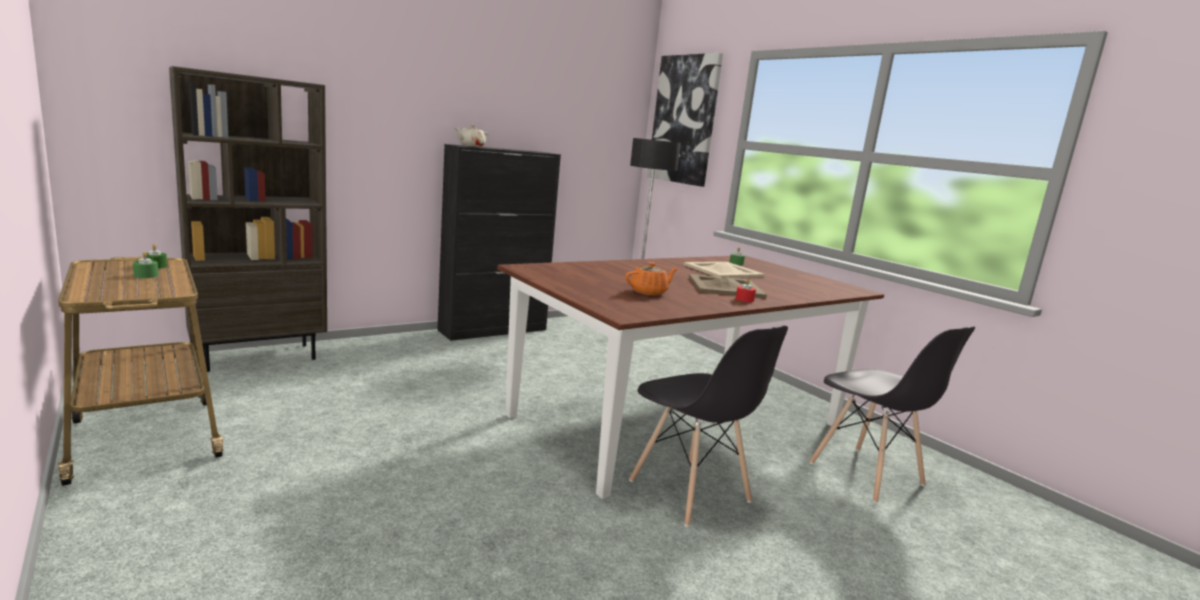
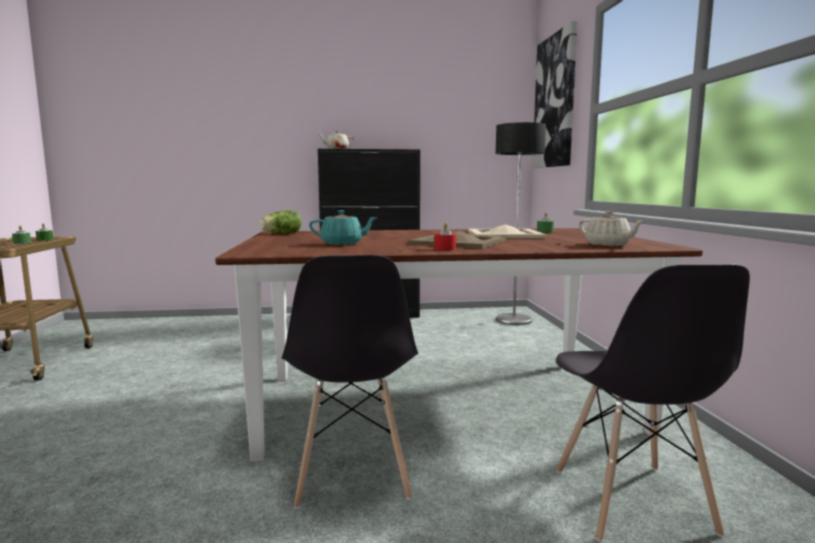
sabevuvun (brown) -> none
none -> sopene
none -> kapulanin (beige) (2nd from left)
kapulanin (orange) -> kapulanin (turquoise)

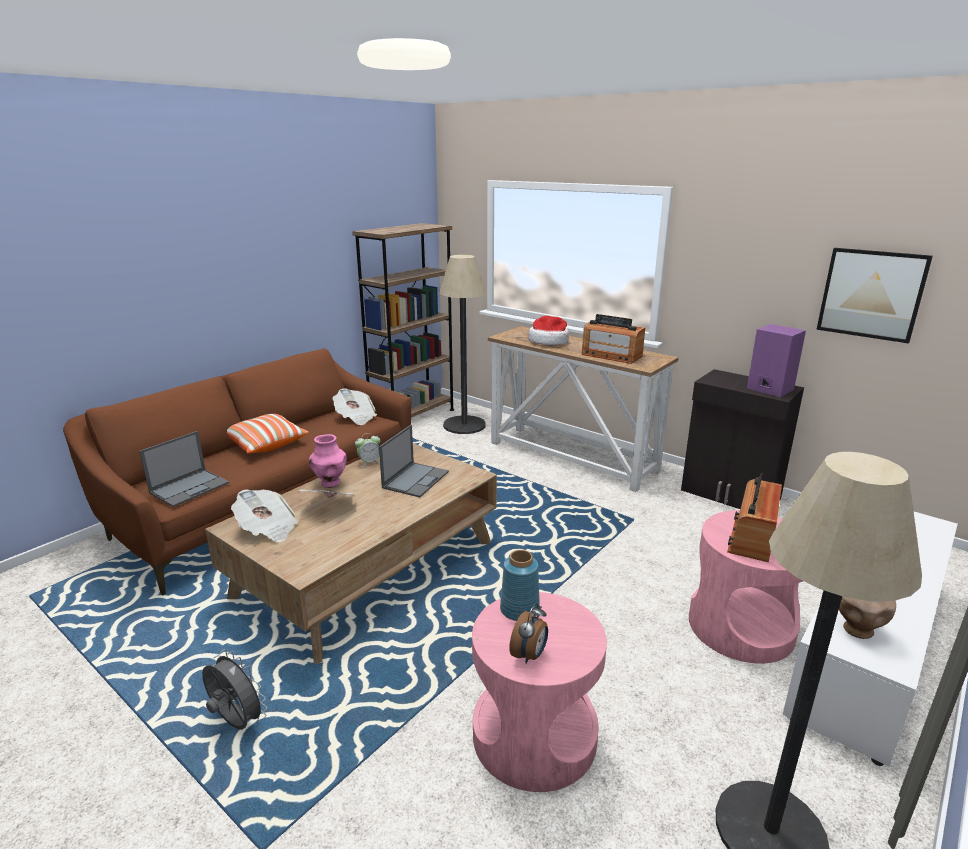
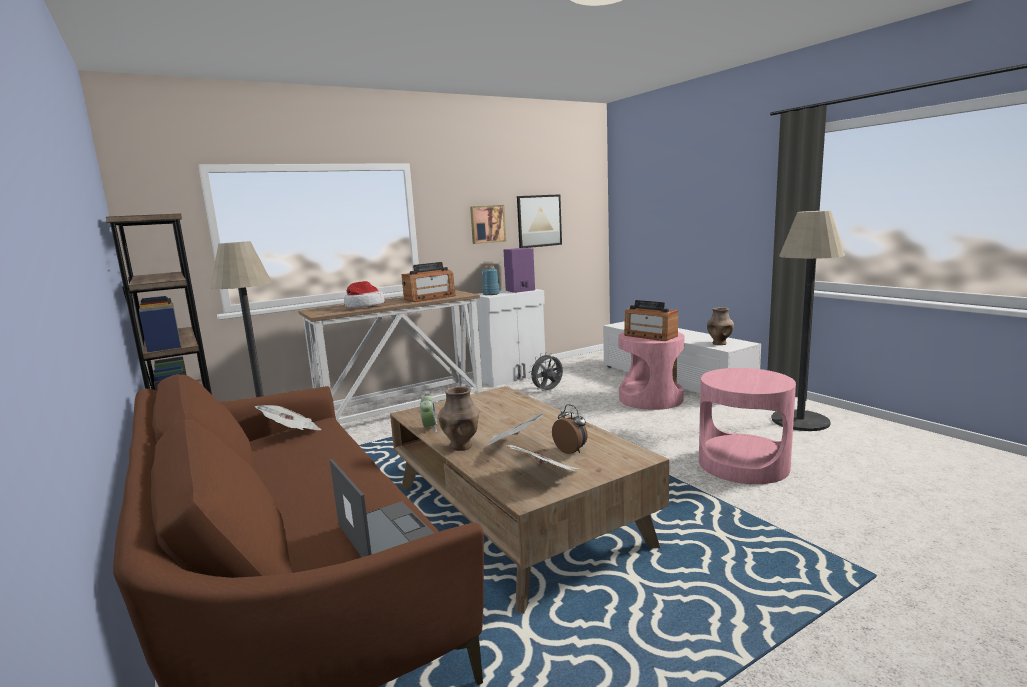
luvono -> none
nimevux (2nd from left) -> none
none -> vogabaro (1st from left)
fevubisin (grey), move
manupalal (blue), move
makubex (2nd from left), move
manupalal (pink) -> manupalal (brown) (1st from left)
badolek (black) -> badolek (white)

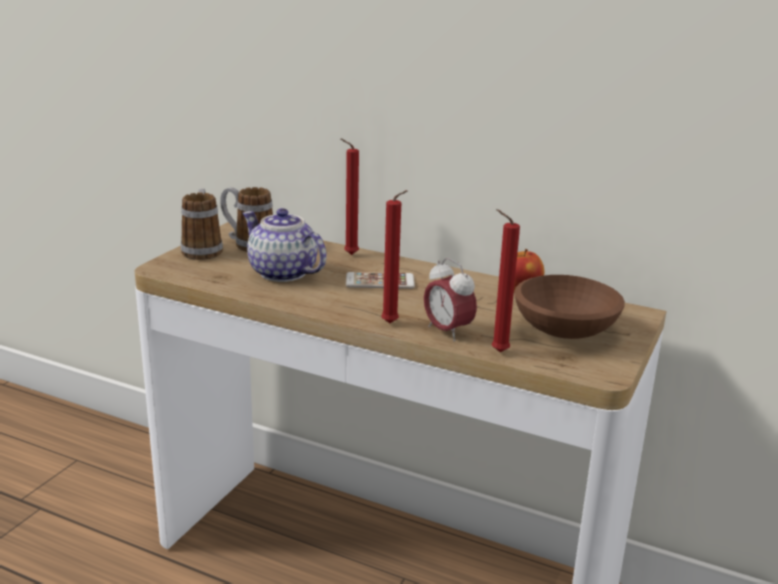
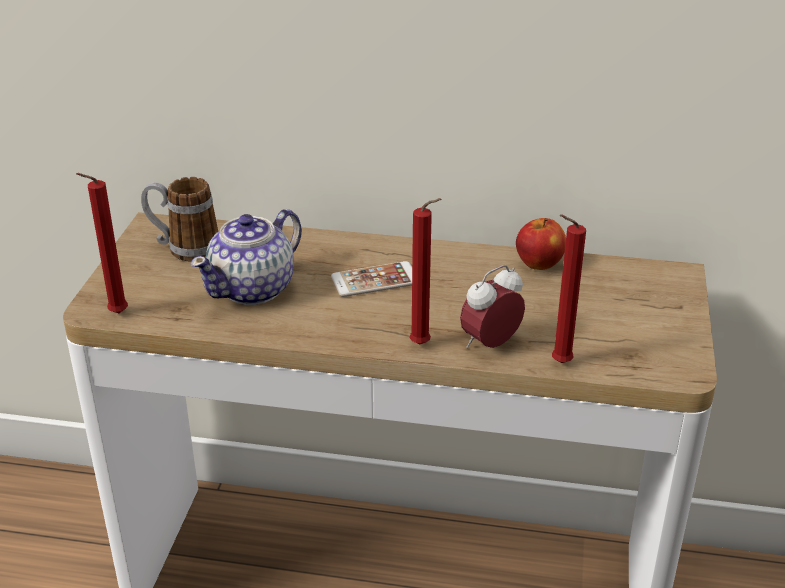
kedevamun (1st from left) -> none
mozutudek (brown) -> none
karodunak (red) (1st from left), move
kapulanin, 75 degrees counterclockwise
makubex, 105 degrees clockwise

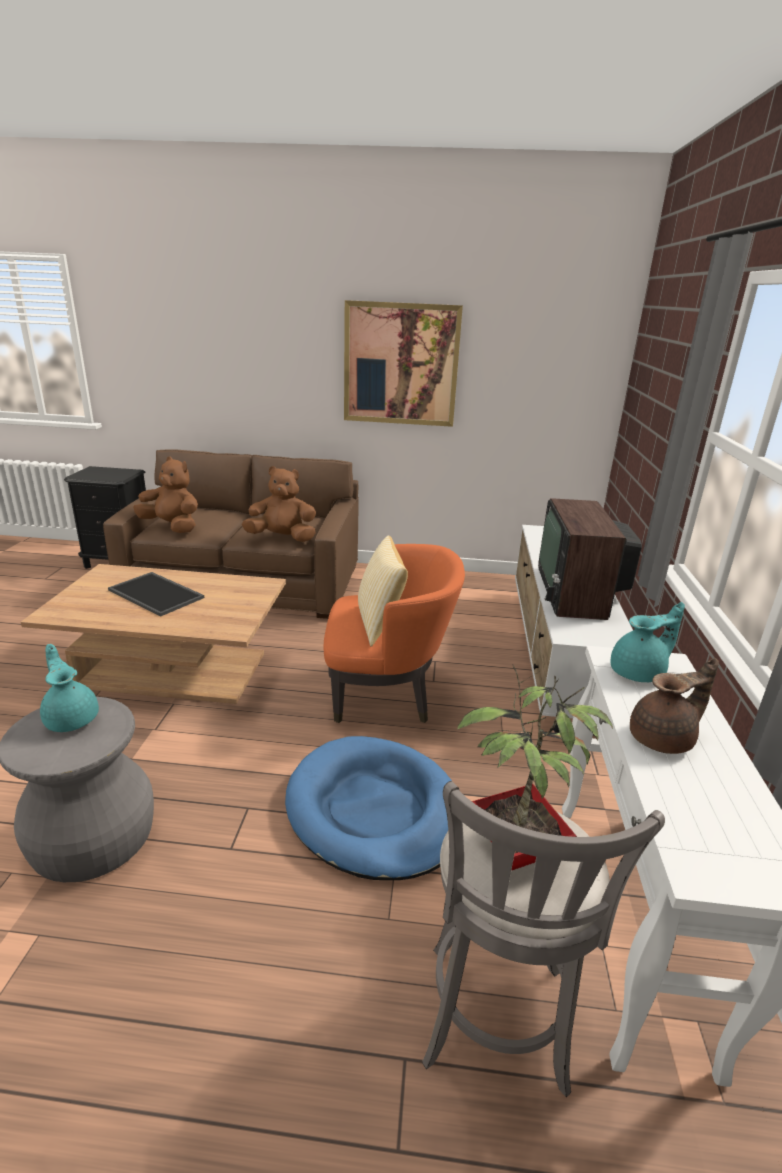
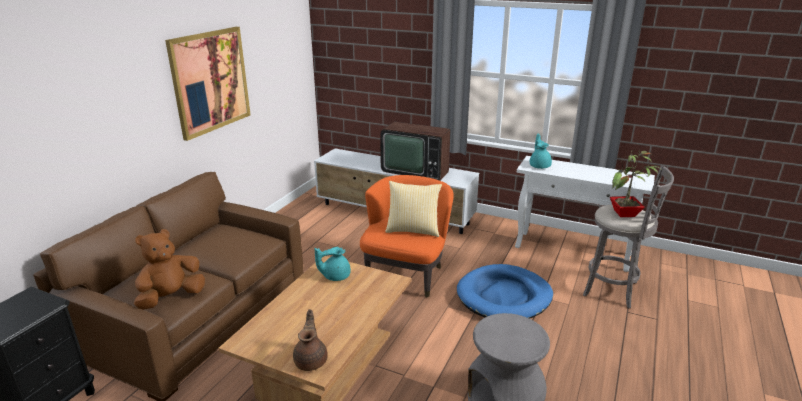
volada -> none
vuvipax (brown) (2nd from left) -> none
kapulanin (turquoise) (1st from left), move
kapulanin (brown), move

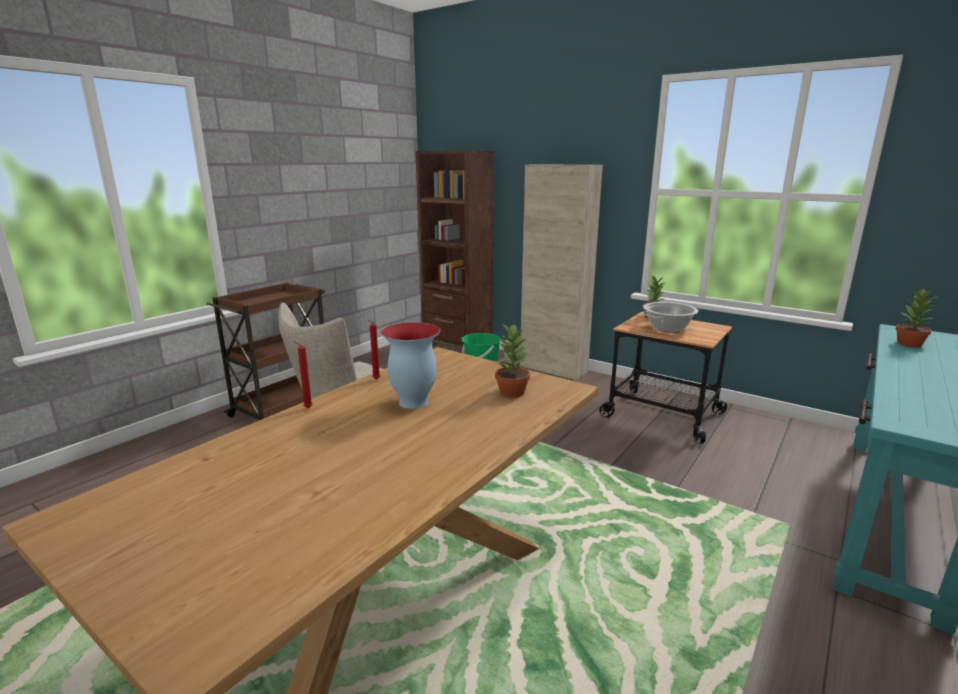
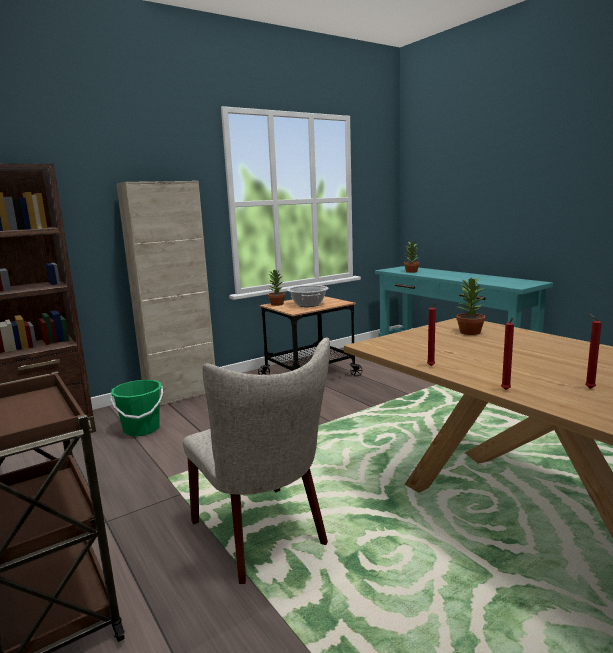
manupalal -> none
none -> karodunak (red) (3rd from left)

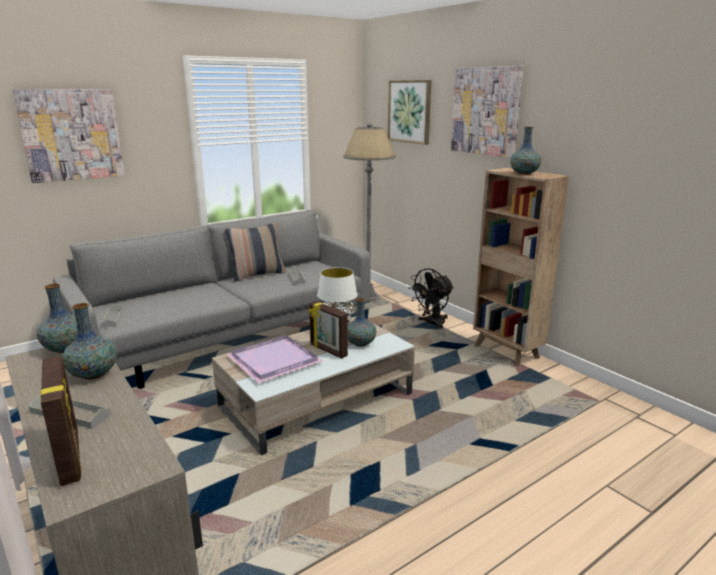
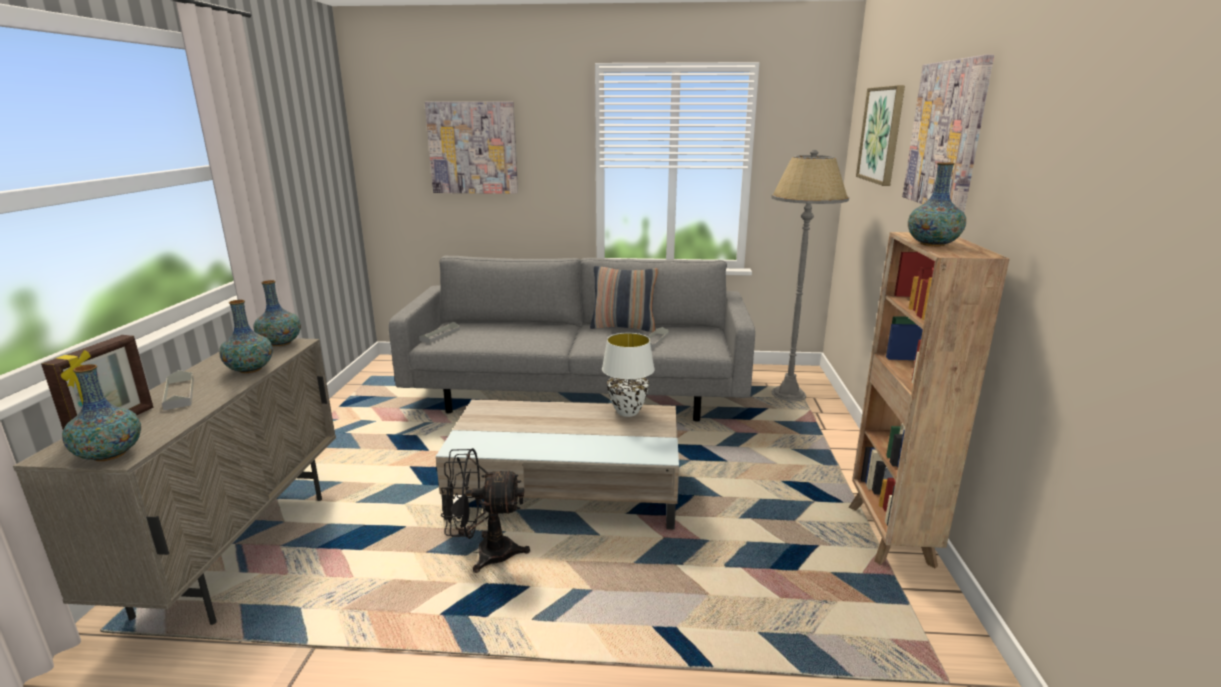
volada (purple) -> none
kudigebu (2nd from left) -> none
manupalal (3rd from left in the first image) -> manupalal (1st from left), move
fevubisin (black), move

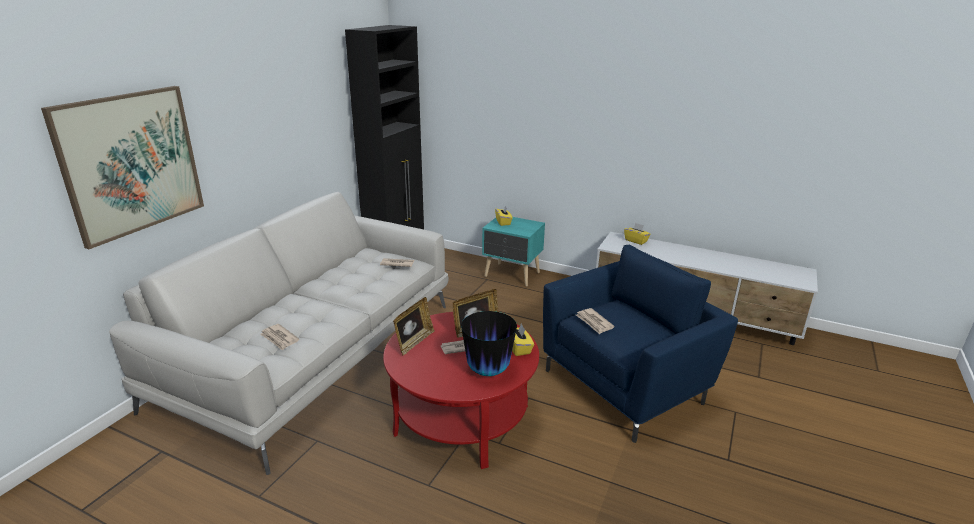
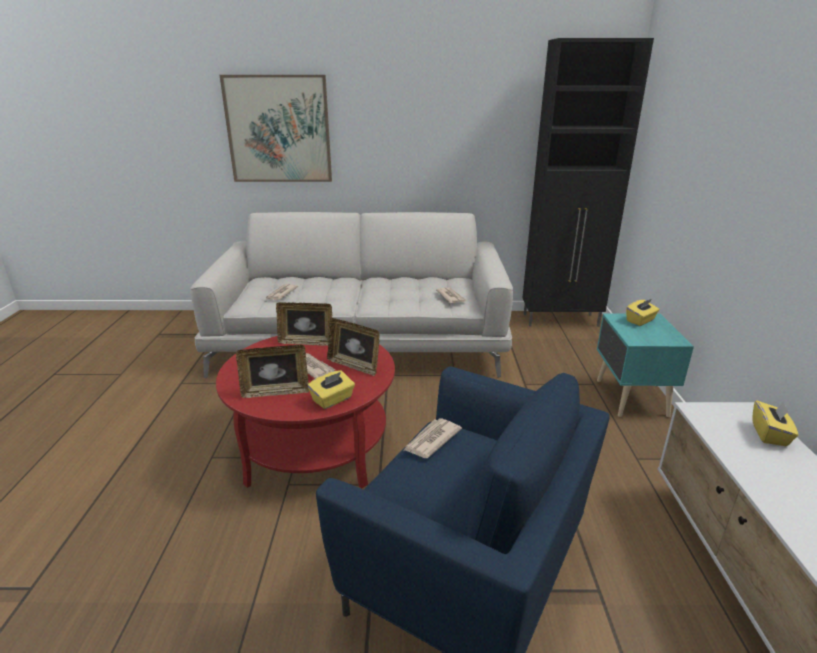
manupalal -> kudigebu (1st from left)

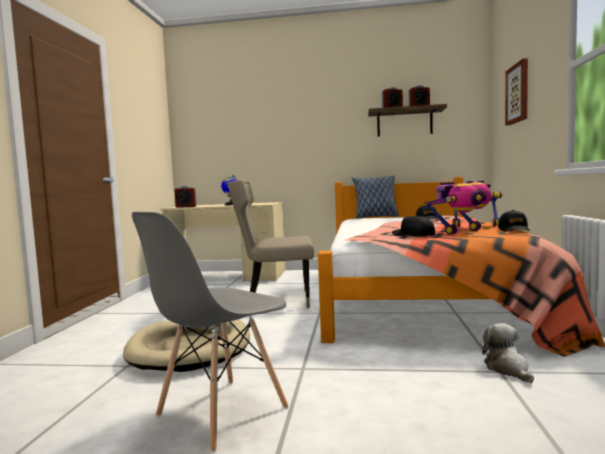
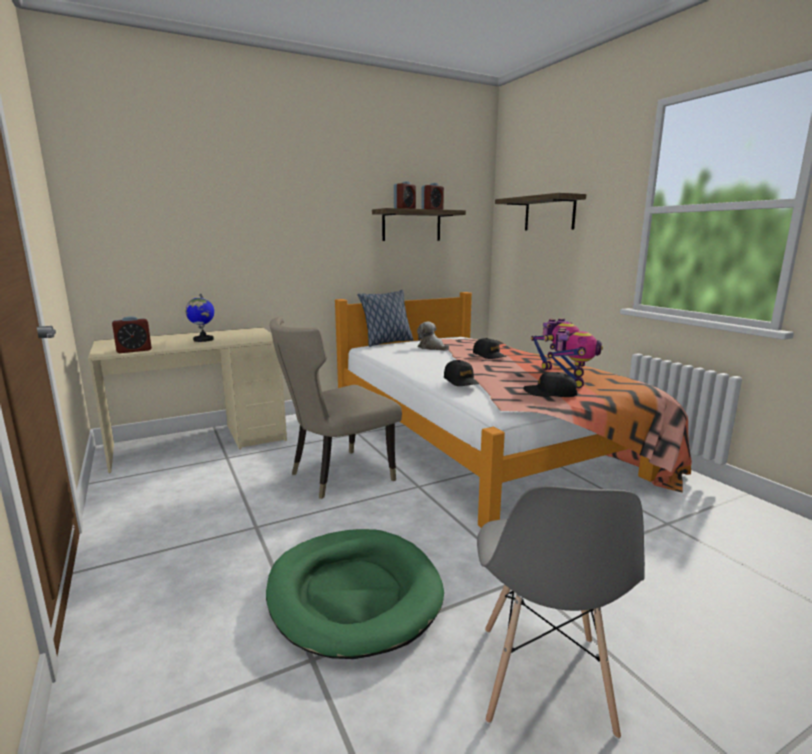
vuvipax, move
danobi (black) (3rd from left in the first image) -> danobi (black) (1st from left), move
vogabaro -> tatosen (2nd from left)
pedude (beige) -> pedude (green)

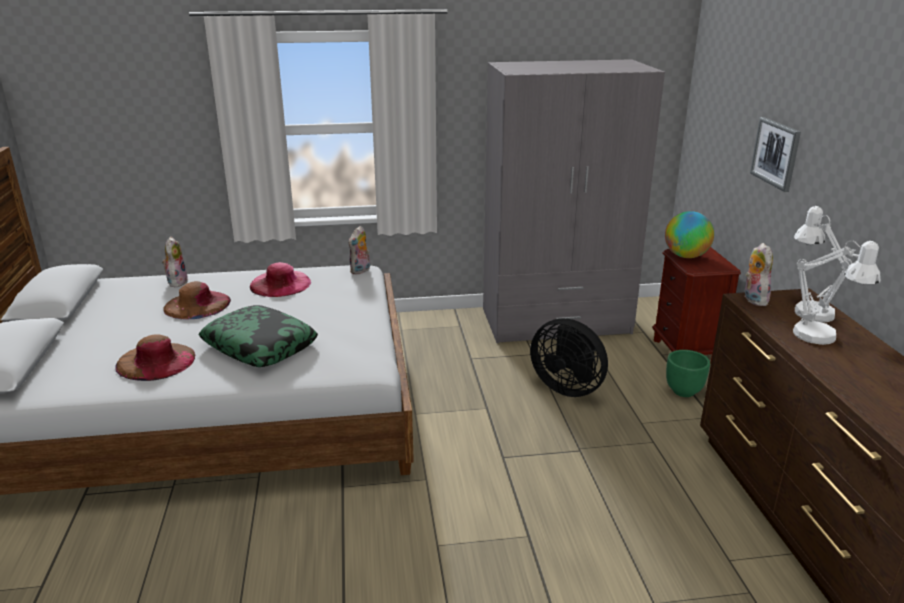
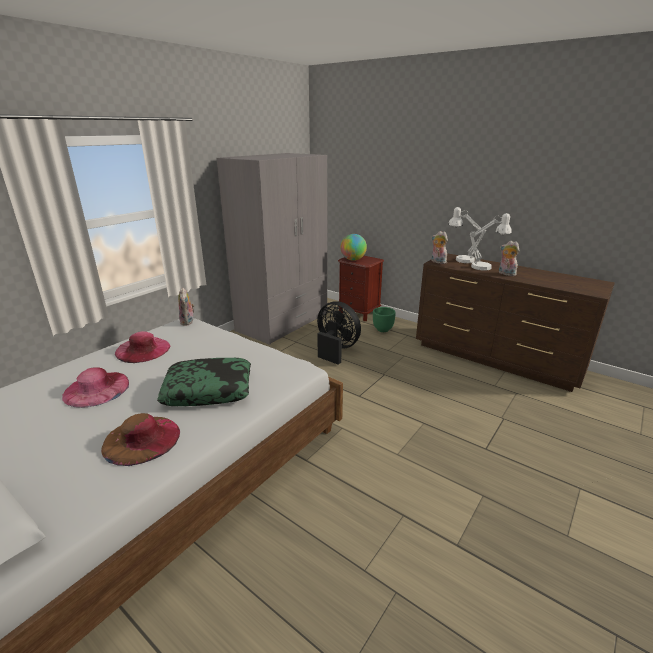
vogabaro -> none
vuvipax (1st from left in the first image) -> vuvipax (3rd from left), move
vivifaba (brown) (2nd from left) -> vivifaba (pink) (1st from left)
fevubisin (black), 135 degrees counterclockwise

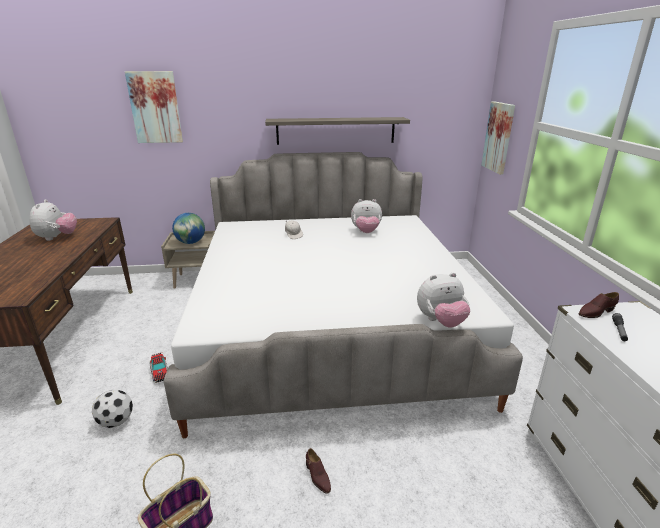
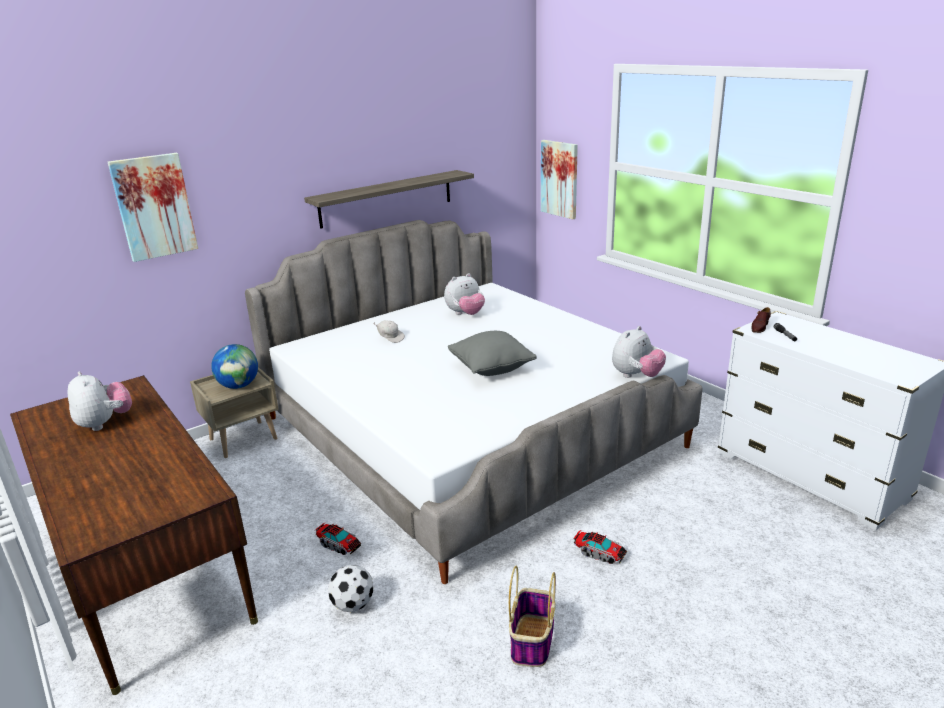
none -> luvono (grey)
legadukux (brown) (1st from left) -> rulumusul (2nd from left)

